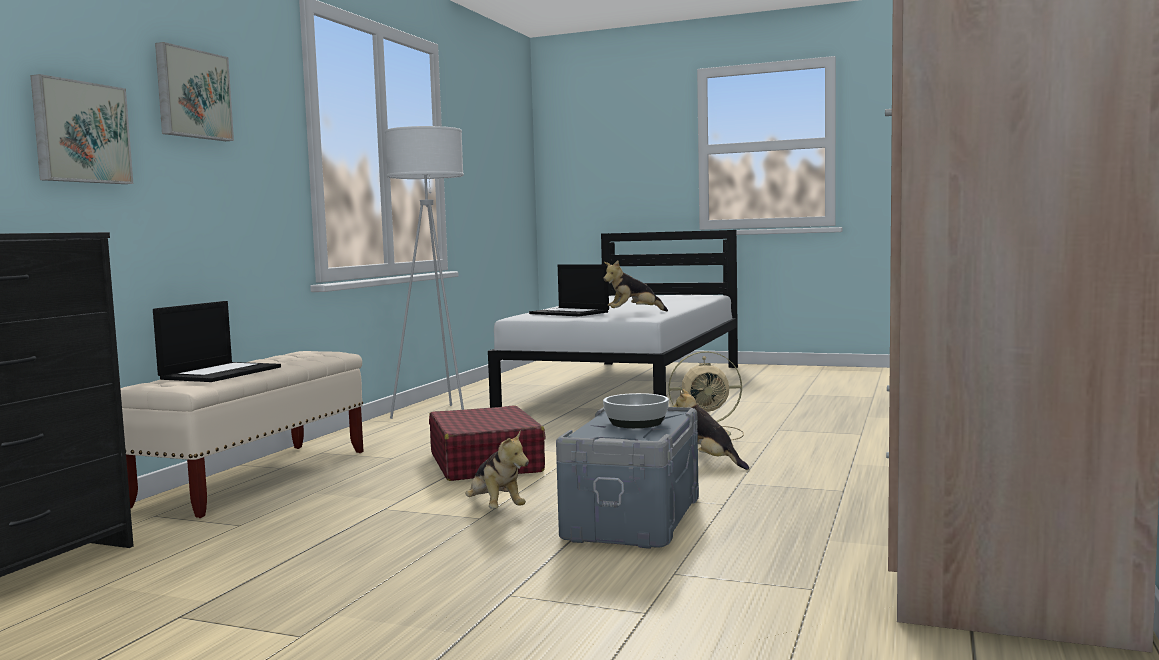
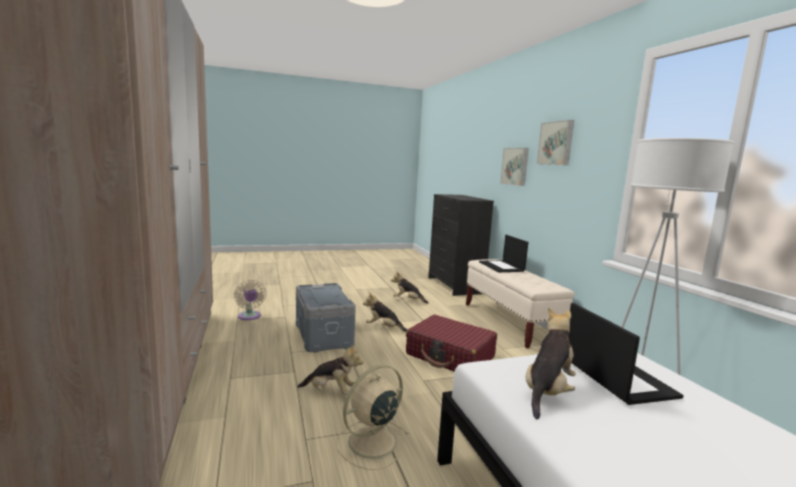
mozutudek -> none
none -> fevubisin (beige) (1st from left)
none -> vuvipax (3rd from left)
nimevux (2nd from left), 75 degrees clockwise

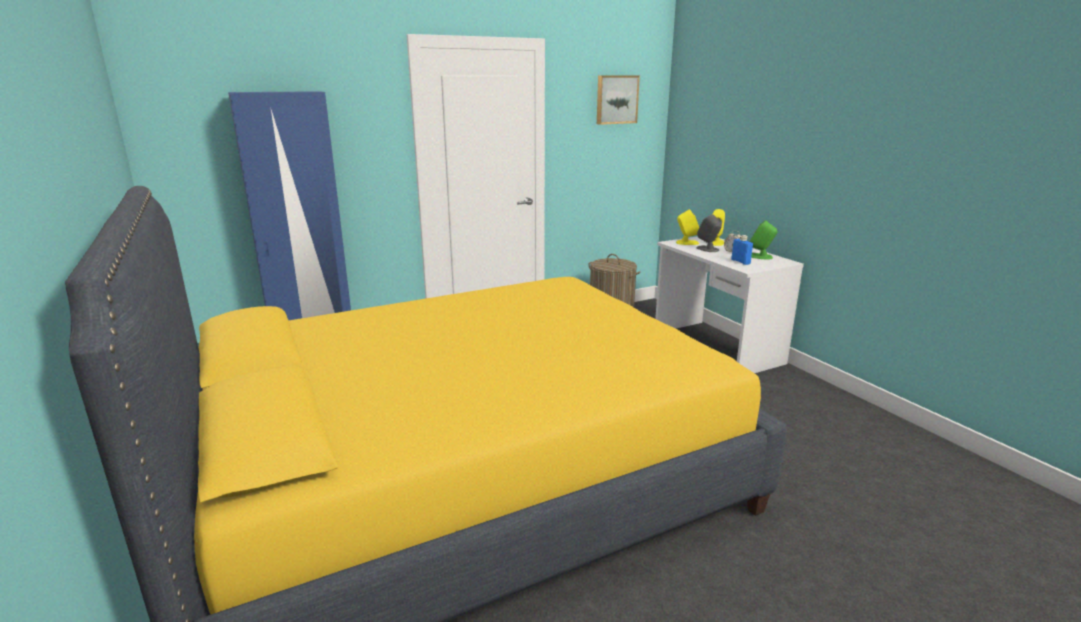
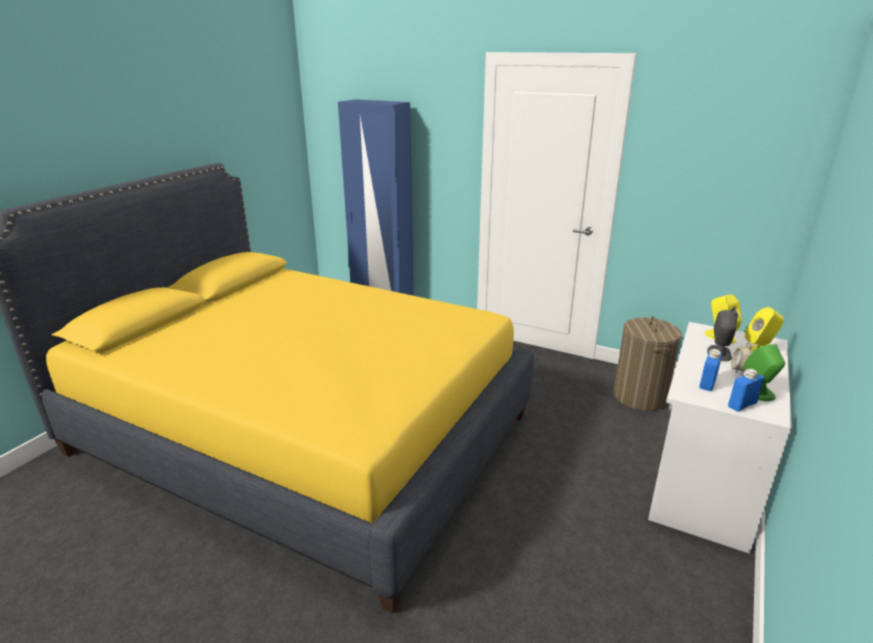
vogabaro -> none
none -> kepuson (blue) (2nd from left)

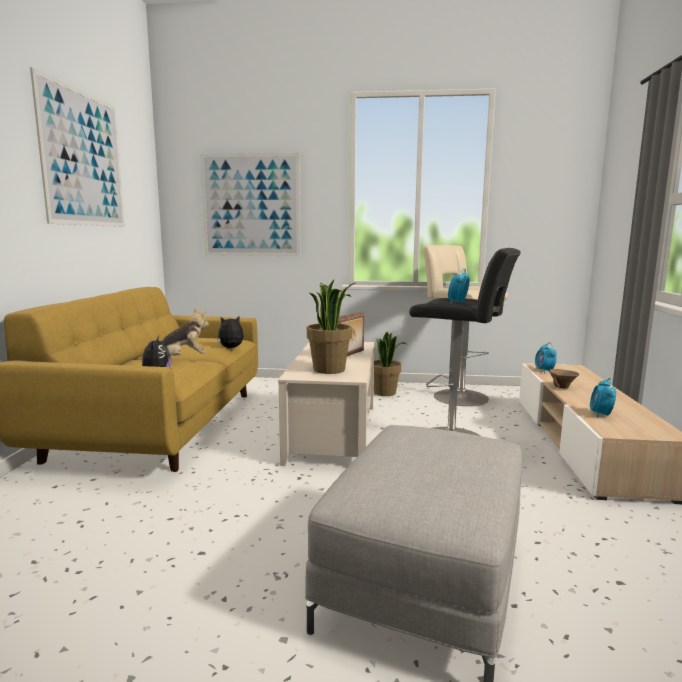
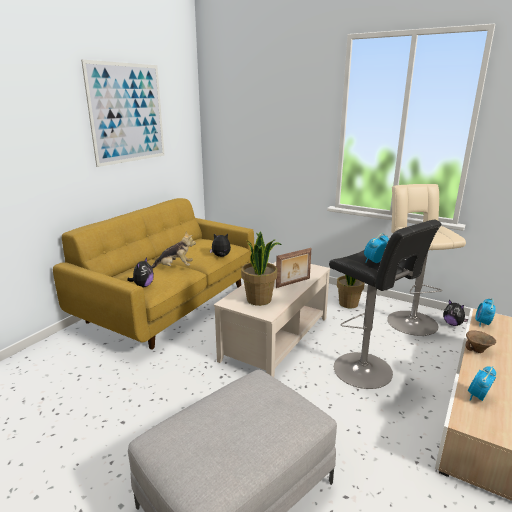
vogabaro (2nd from left) -> none
none -> vuvipax (4th from left)

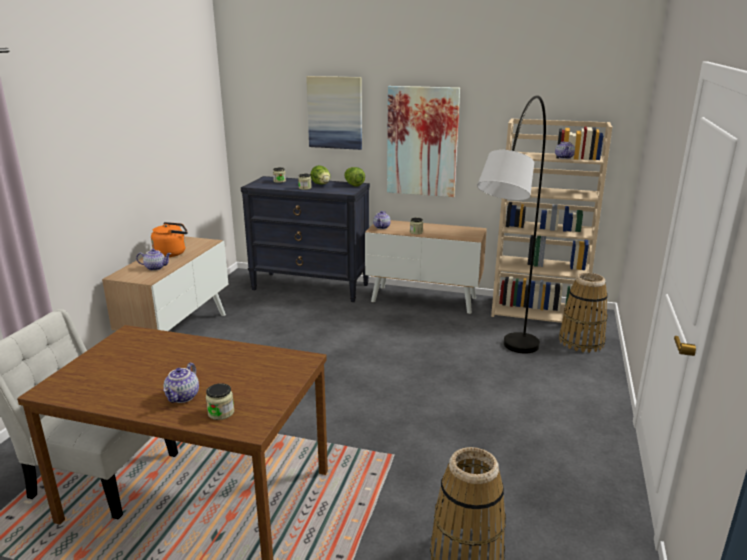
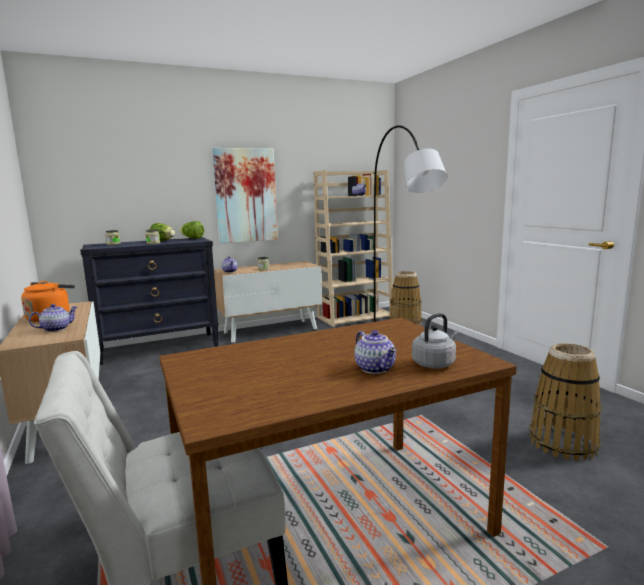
vogabaro (1st from left) -> none
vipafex (1st from left) -> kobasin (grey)

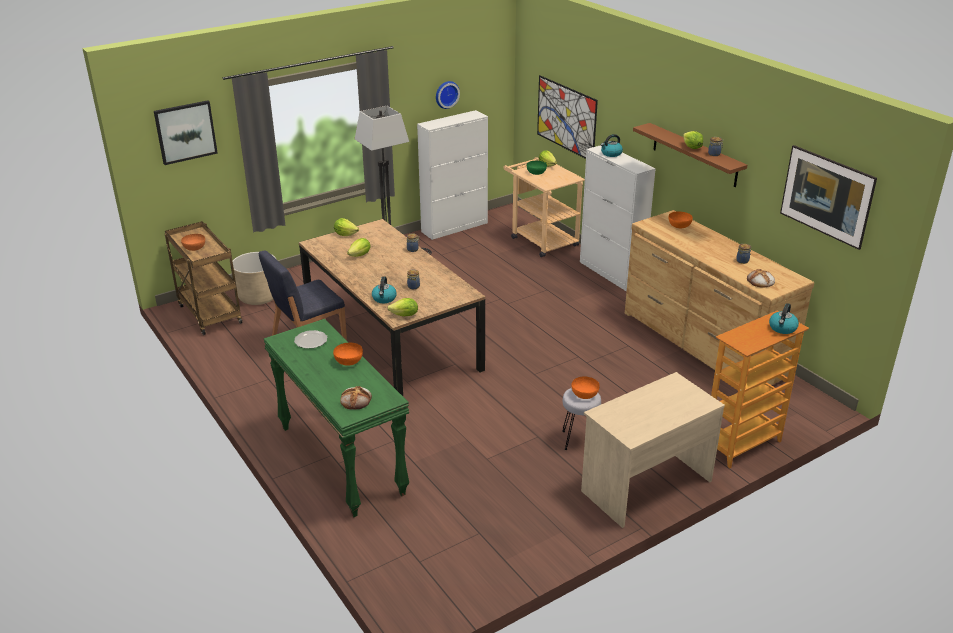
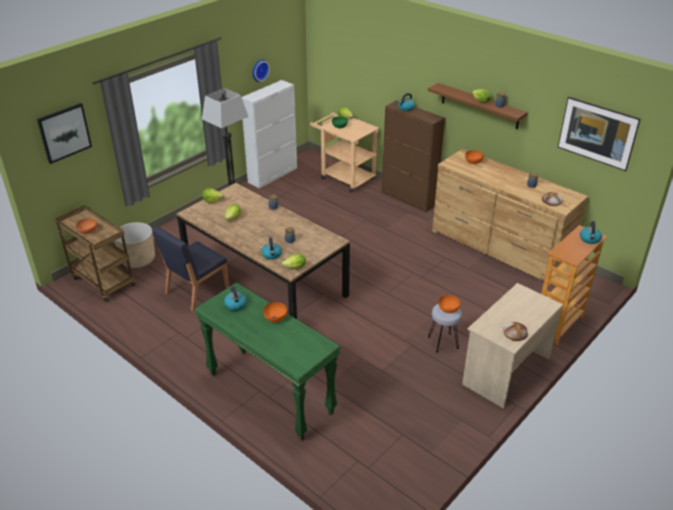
vogabaro (2nd from left) -> none
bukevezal (1st from left), move
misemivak -> kobasin (1st from left)
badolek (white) (2nd from left) -> badolek (brown)

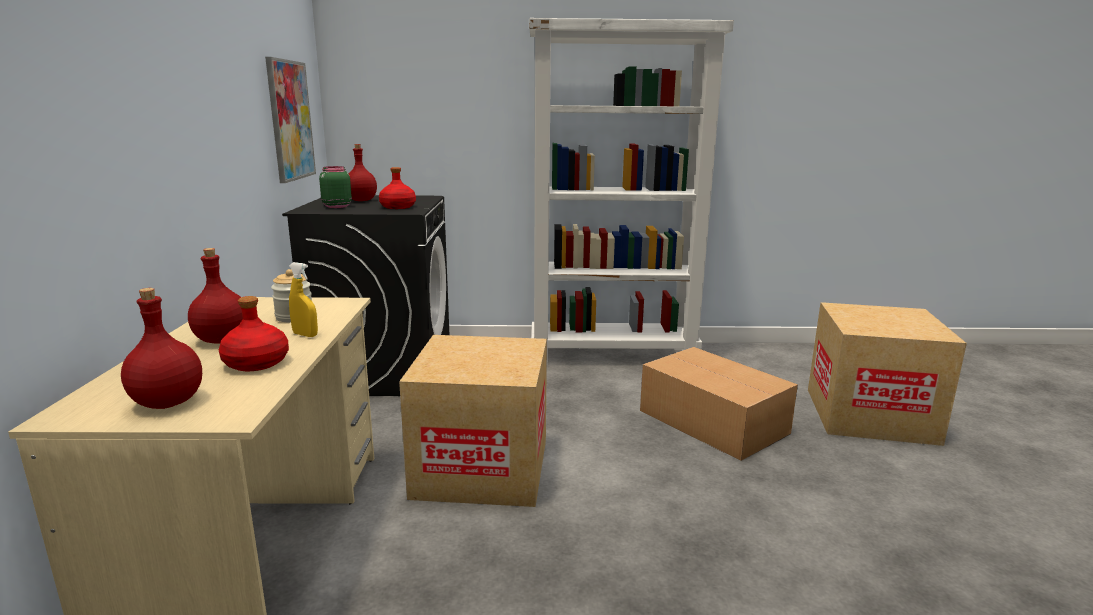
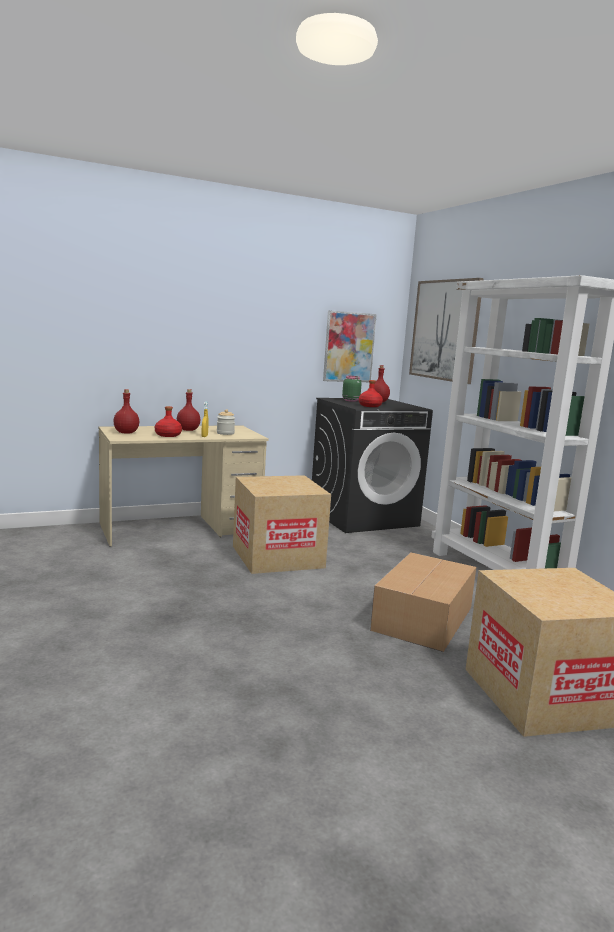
none -> vogabaro (2nd from left)

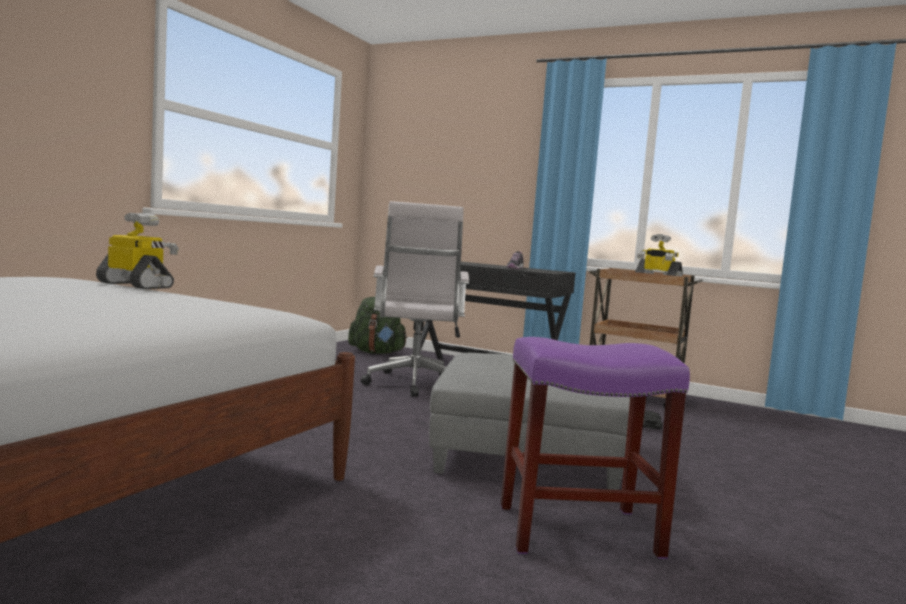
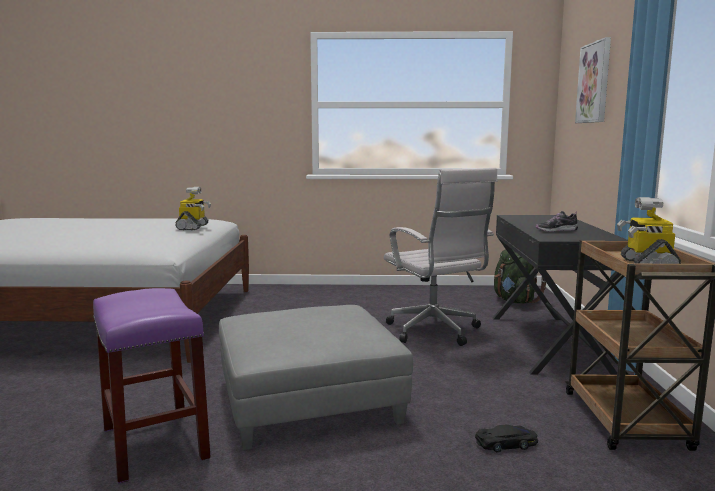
none -> vogabaro
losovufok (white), 90 degrees counterclockwise

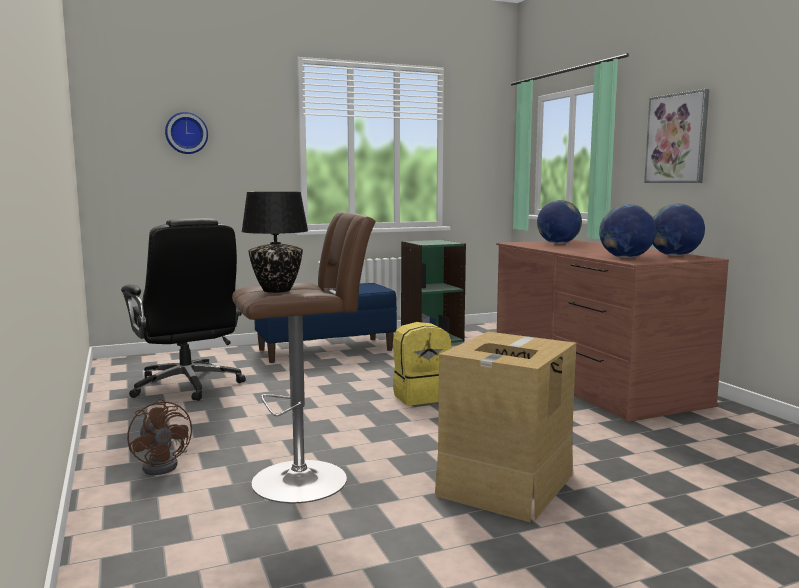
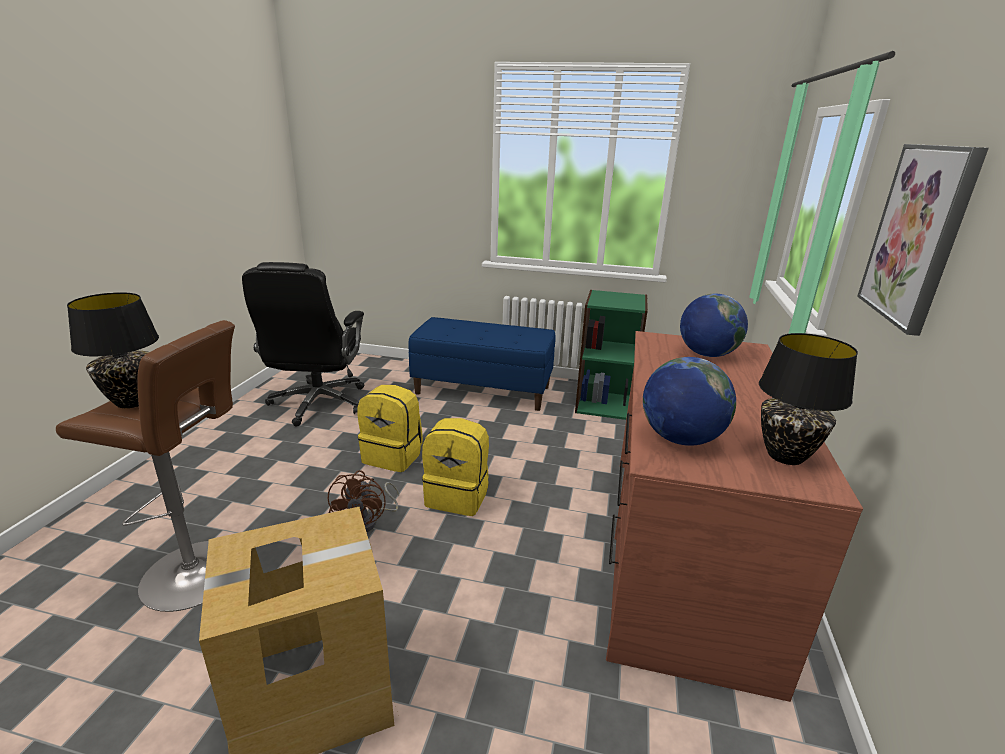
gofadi -> none
none -> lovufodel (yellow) (1st from left)
fevubisin (brown), move
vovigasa (3rd from left) -> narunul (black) (2nd from left)

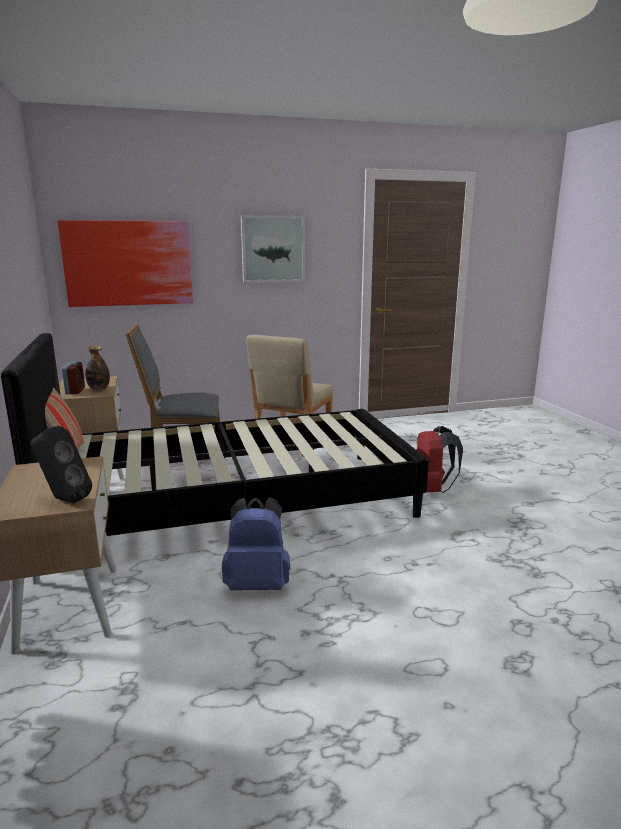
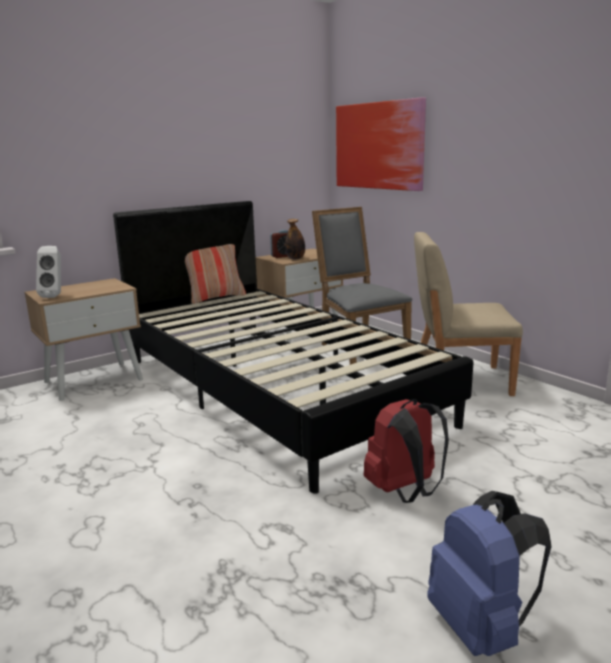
vogabaro (2nd from left) -> none
lovufodel (blue), move
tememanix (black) -> tememanix (white)

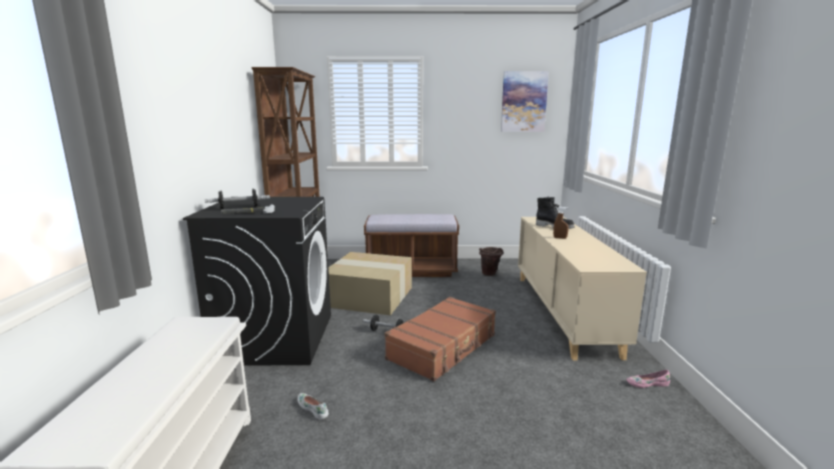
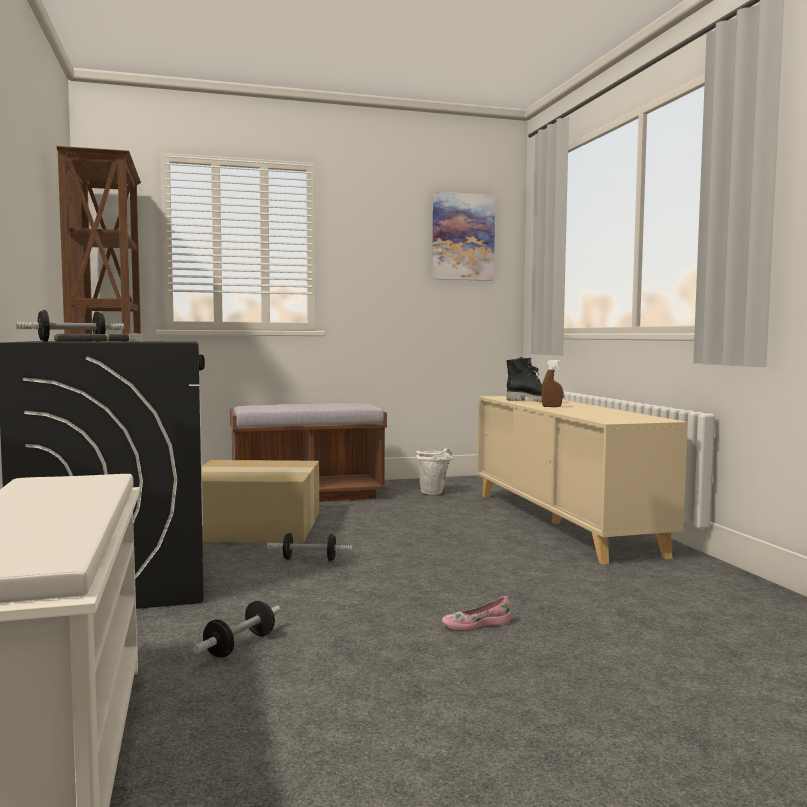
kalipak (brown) -> none
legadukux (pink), move
legadukux (white) -> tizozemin (2nd from left)
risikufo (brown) -> risikufo (white)

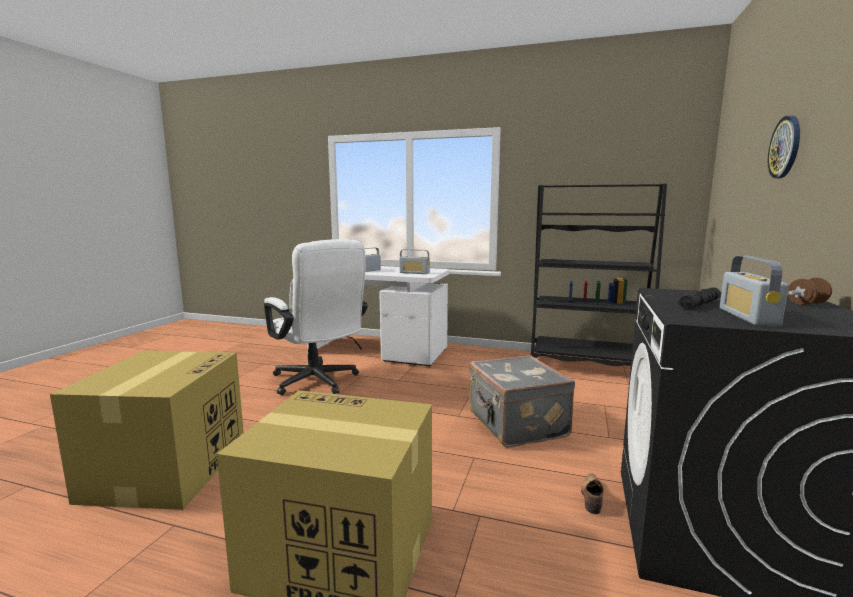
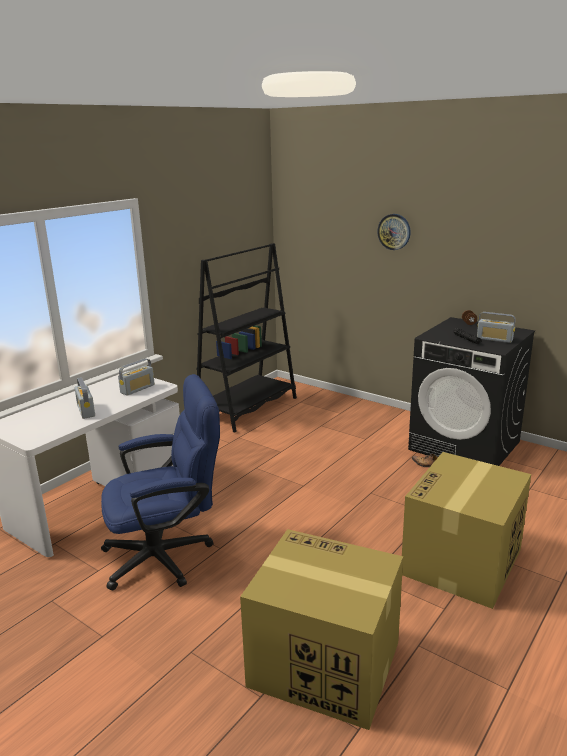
kalipak (grey) -> none
losovufok (white) -> losovufok (blue)

